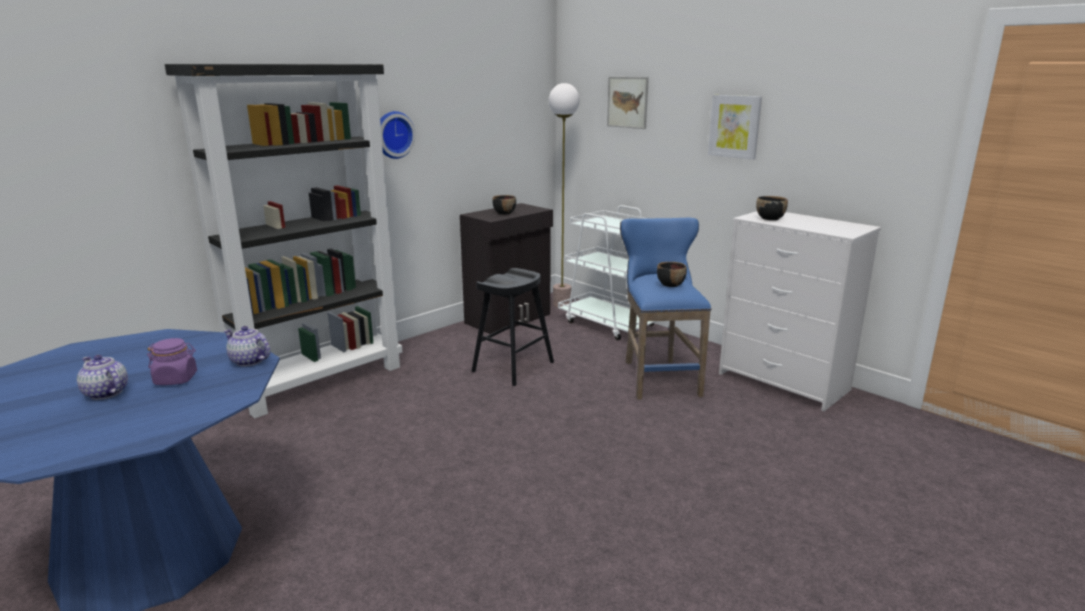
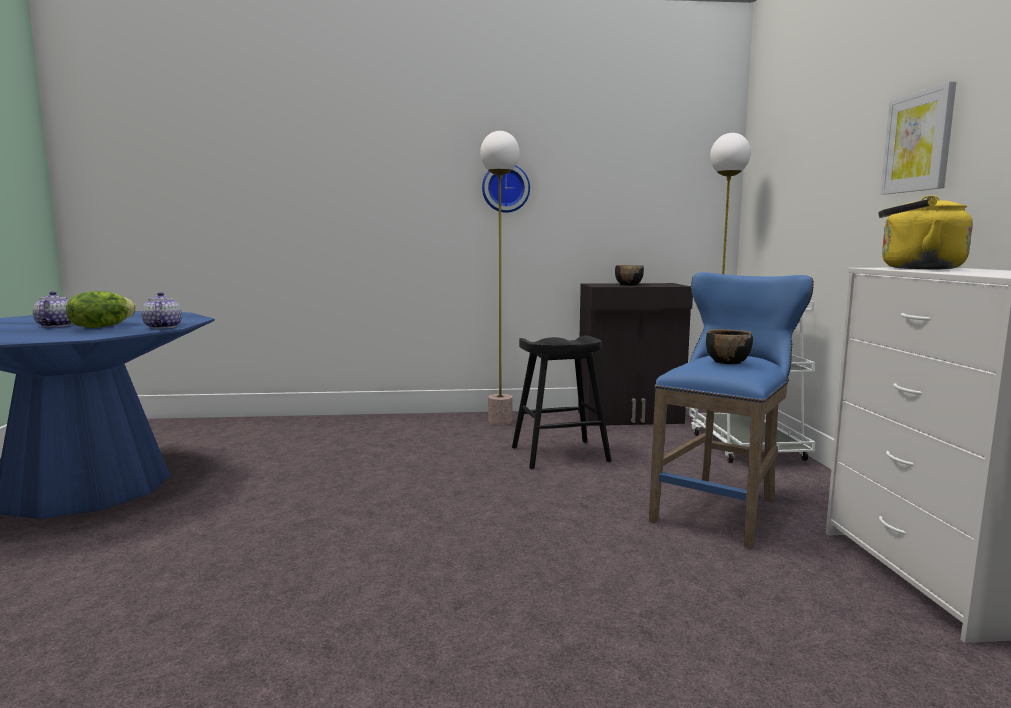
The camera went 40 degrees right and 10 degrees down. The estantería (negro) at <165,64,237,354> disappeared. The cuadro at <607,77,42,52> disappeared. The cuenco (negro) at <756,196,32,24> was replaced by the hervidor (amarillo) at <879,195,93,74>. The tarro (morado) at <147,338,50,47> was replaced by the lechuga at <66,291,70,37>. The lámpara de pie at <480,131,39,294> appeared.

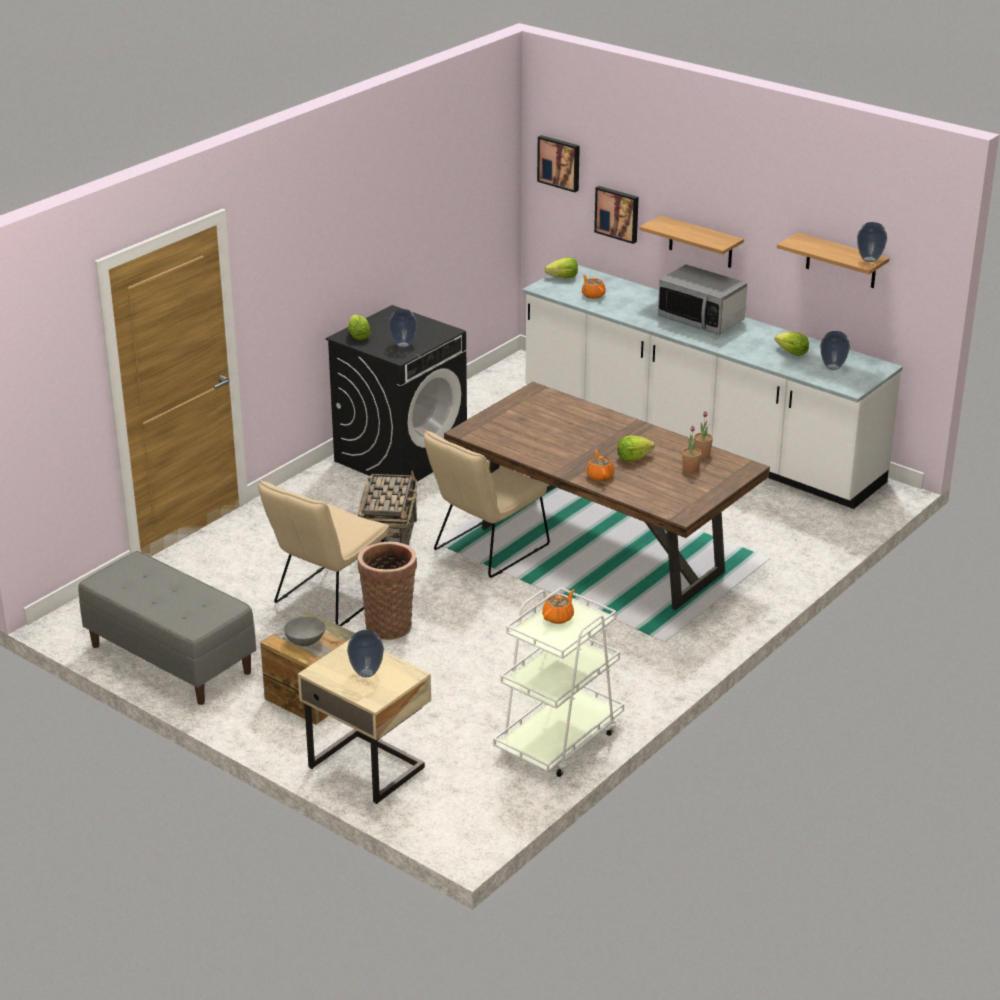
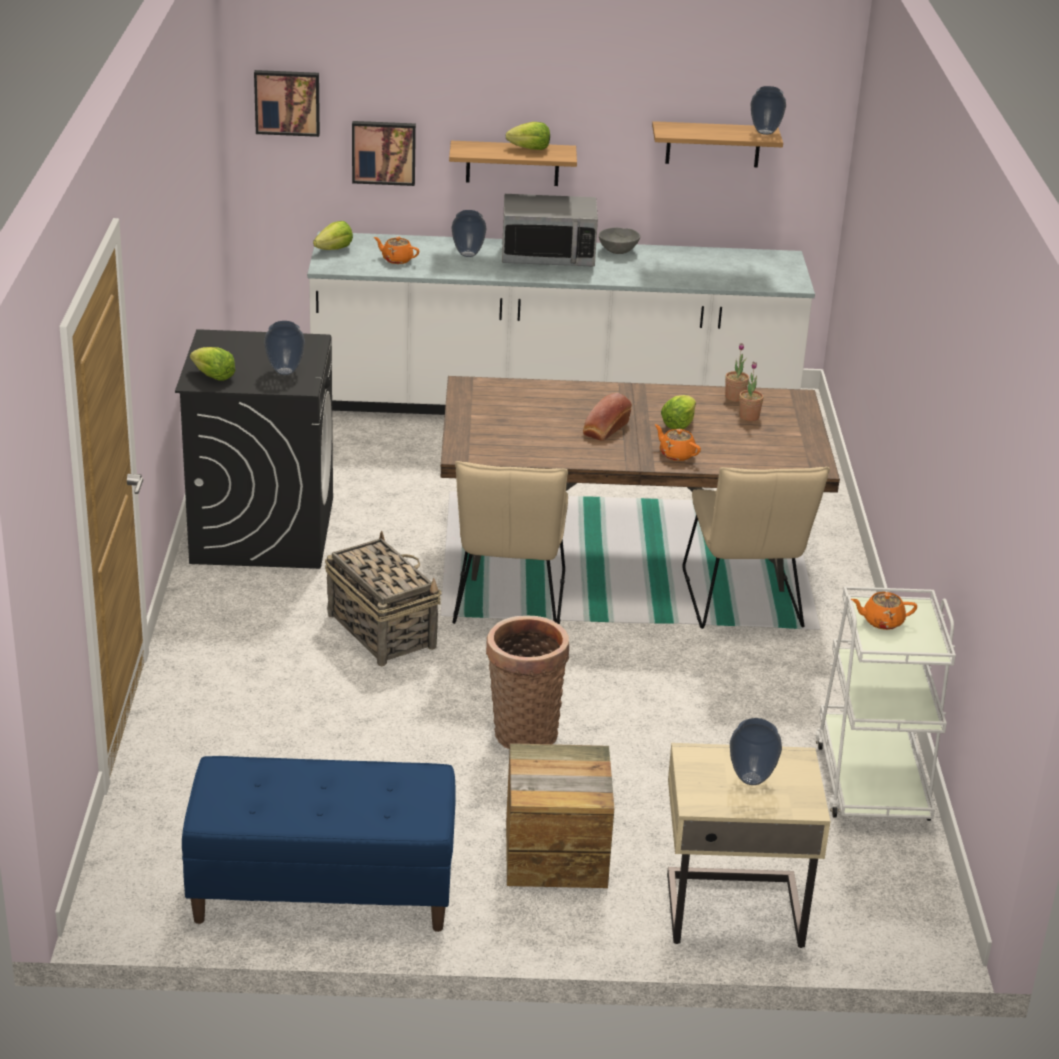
The camera went 40 degrees left and 0 degrees up. The florero moved from <820,331,30,39> to <451,210,36,47>. The lechuga moved from <775,332,34,24> to <505,122,45,28>. The silla (beis) moved from <259,480,130,146> to <682,467,148,162>. The banco (gris) at <78,551,178,154> became the banco (azul) at <182,756,274,176>. The tetera (naranja) at <542,589,32,35> turned 90 degrees counterclockwise. The cuenco (gris) moved from <284,616,42,30> to <599,227,41,27>. The pan at <583,393,49,48> appeared.

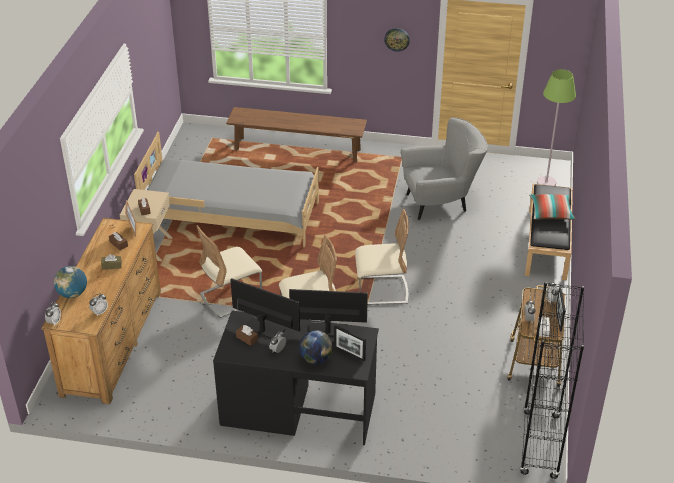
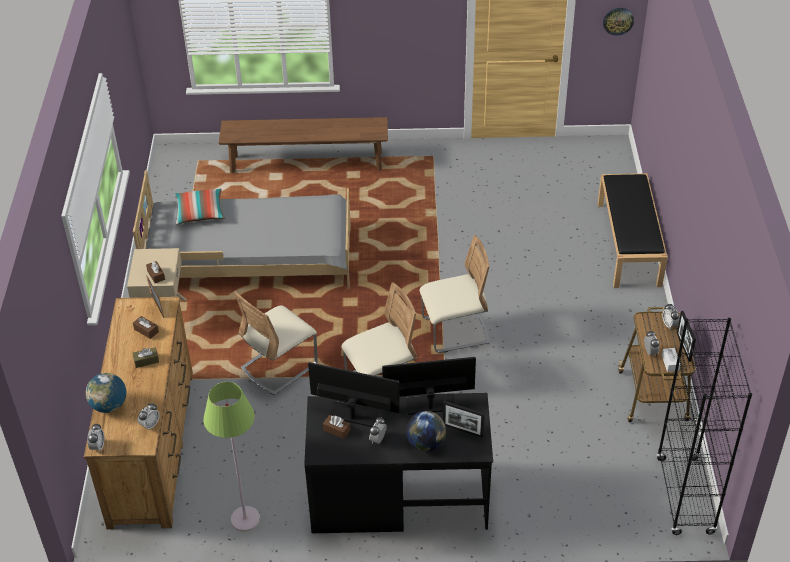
The camera went 10 degrees left and 5 degrees up. The reloj de pared moved from <384,28,26,24> to <603,8,31,27>. The lámpara de pie (verde) moved from <537,69,39,117> to <203,382,57,150>. The sillón (gris) at <401,117,87,103> disappeared. The cojín moved from <529,194,47,26> to <174,189,51,36>.

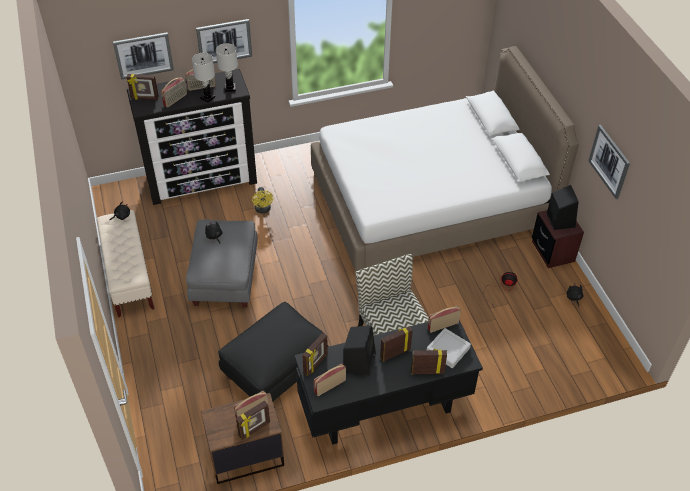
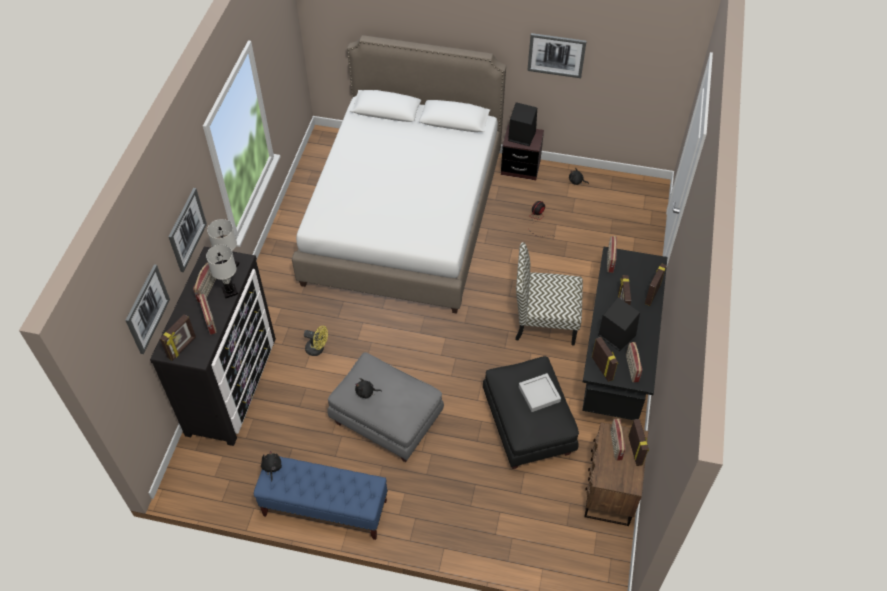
The camera went 60 degrees left and 5 degrees up. The banco (beis) at <96,210,58,107> became the banco (azul) at <254,456,134,84>. The bandeja (gris) moved from <427,328,44,40> to <519,373,42,39>.

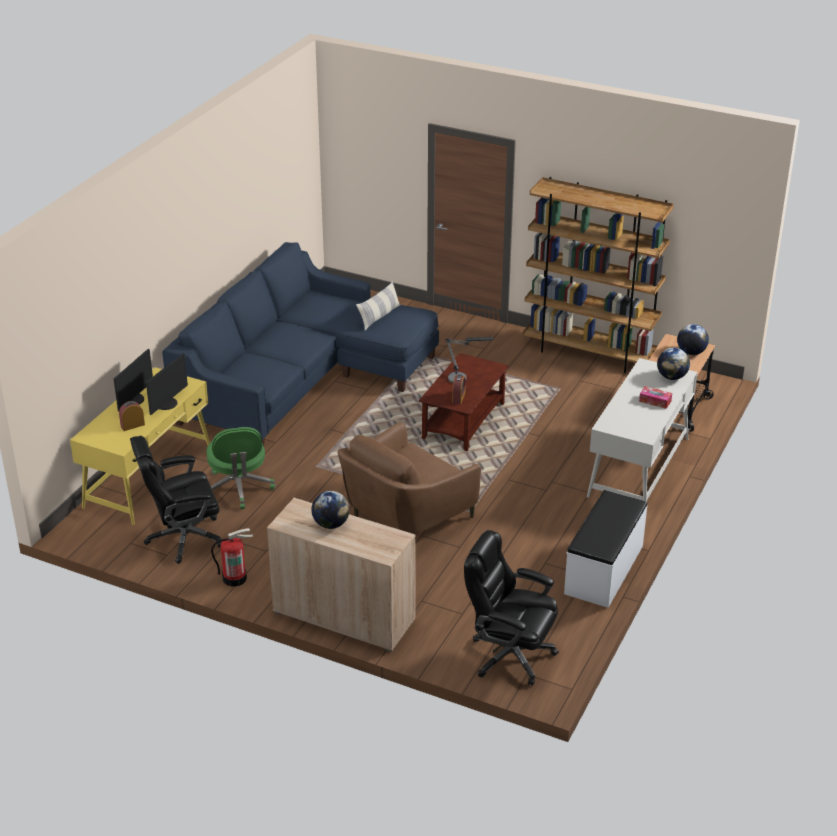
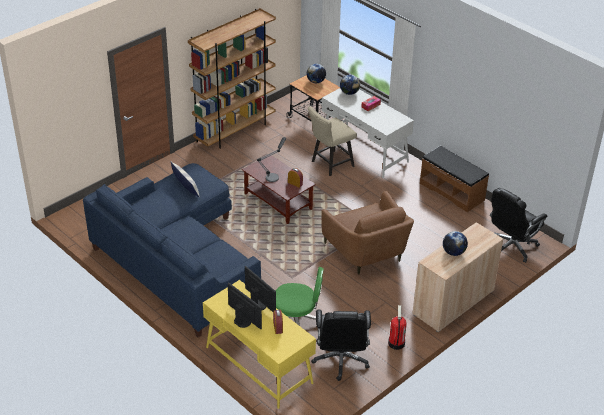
The camera went 70 degrees left and 5 degrees up. The banco (blanco) at <564,490,84,118> became the banco (marrón) at <420,146,69,66>. The silla (beis) at <308,106,49,70> appeared.

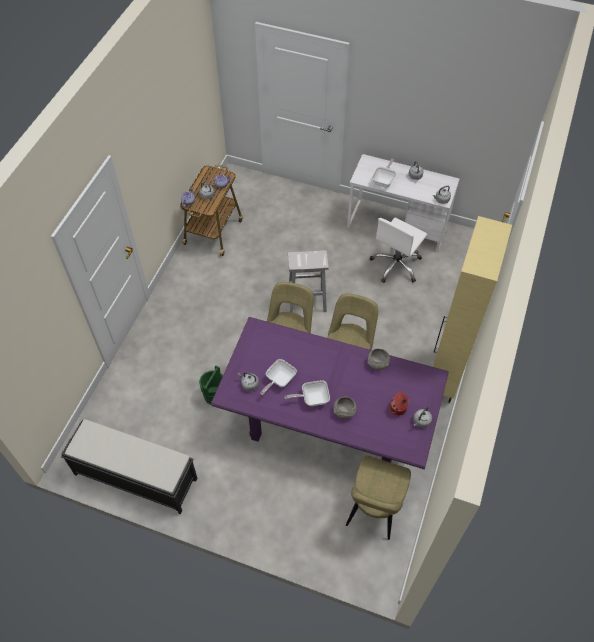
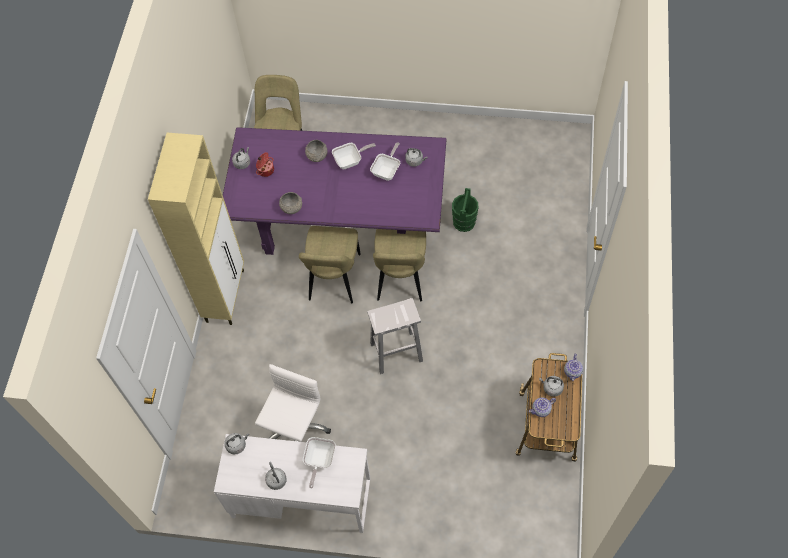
The camera went 170 degrees right and 5 degrees up. The banco (negro) at <61,419,136,95> disappeared.

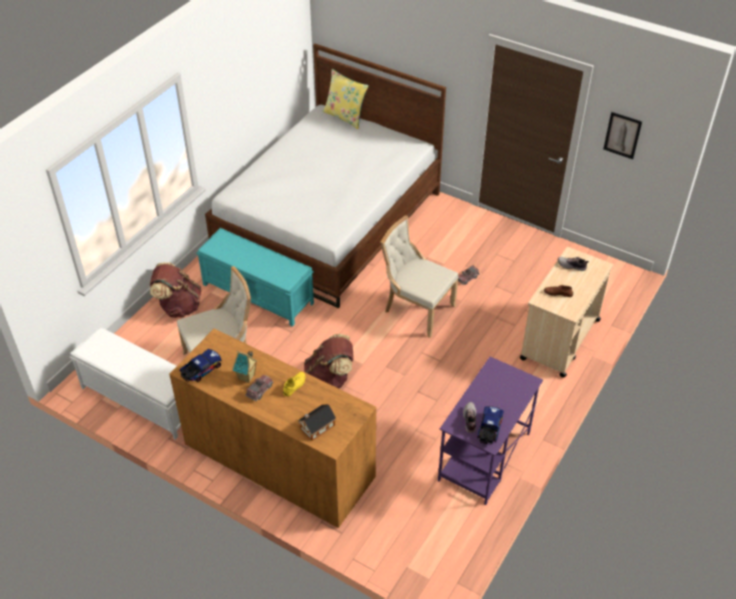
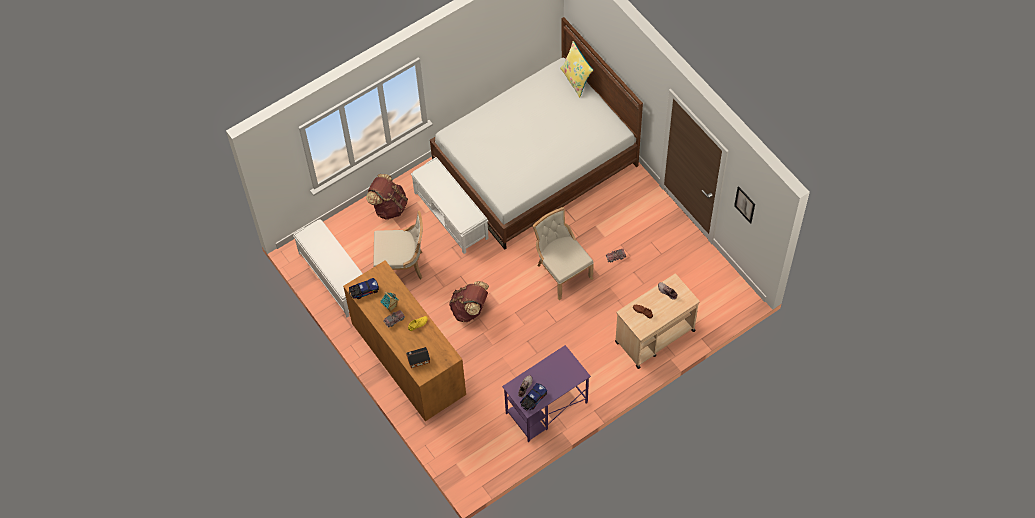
The camera went 25 degrees right and 15 degrees up. The banco (turquesa) at <196,228,118,99> became the banco (blanco) at <411,157,78,97>.

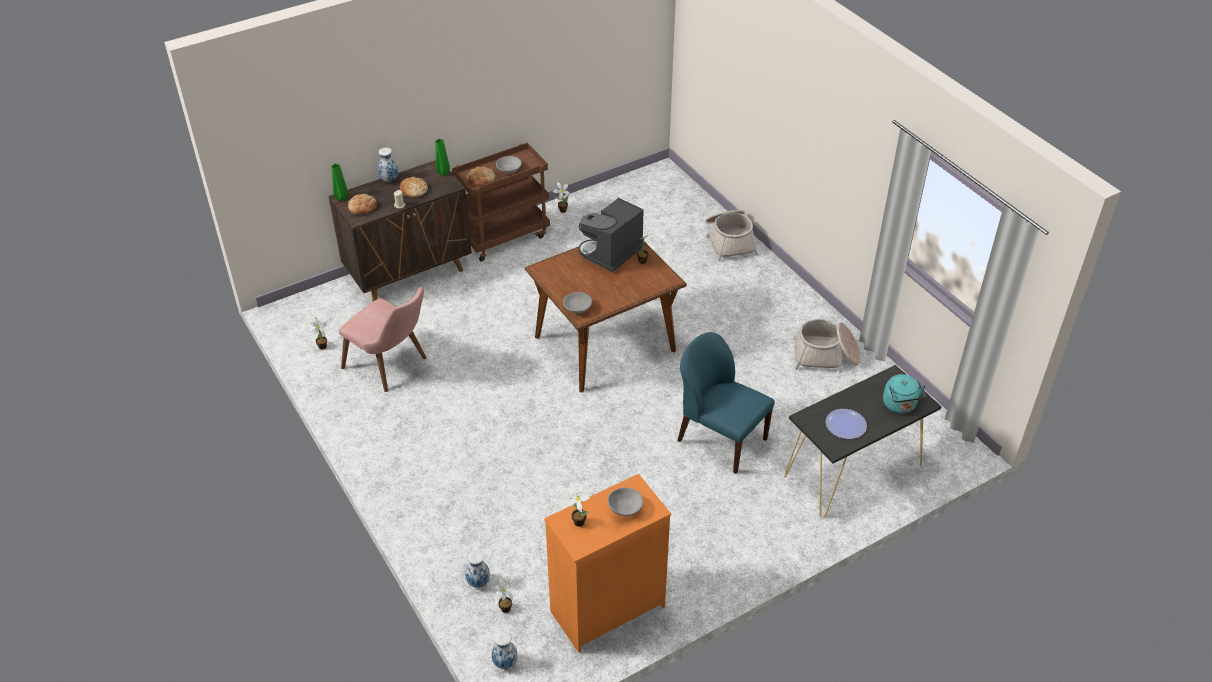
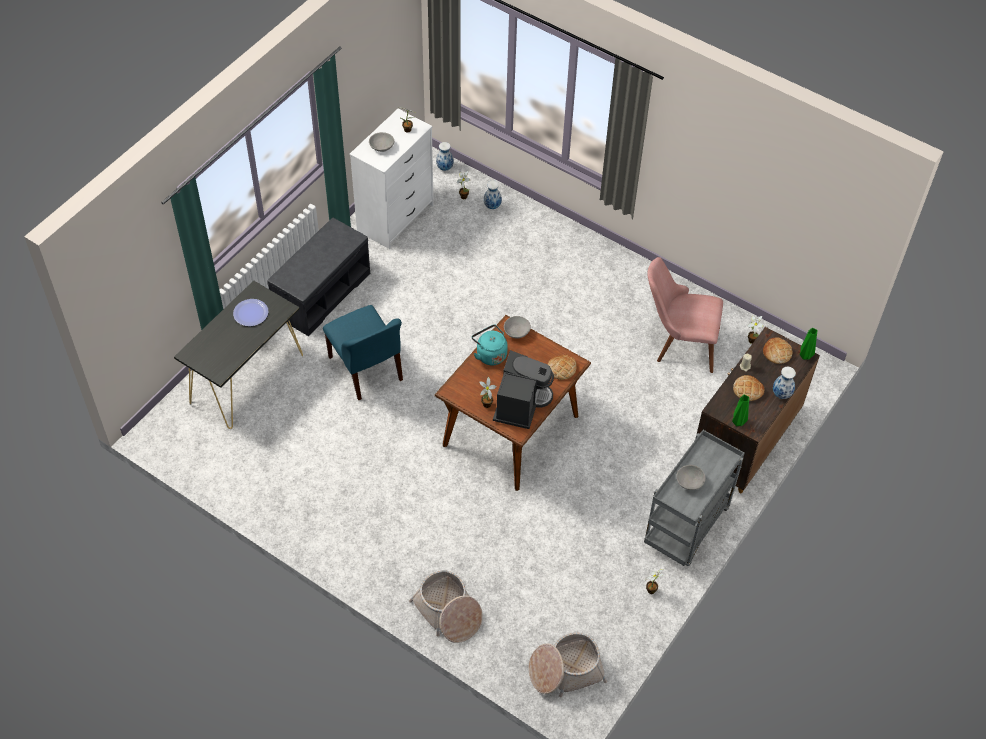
The camera went 155 degrees right and 10 degrees up. The carrito (marrón) at <452,143,98,119> became the carrito (gris) at <644,430,100,136>. The pan moved from <467,166,28,20> to <548,355,29,25>. The cesta moved from <793,319,67,53> to <529,633,78,65>. The silla (azul) at <677,332,98,142> turned 45 degrees clockwise. The hervidor (turquesa) moved from <883,374,43,40> to <472,324,36,41>. The cómoda (naranja) at <544,474,127,179> became the cómoda (blanco) at <350,109,84,140>. The banco (gris) at <267,218,103,118> appeared.

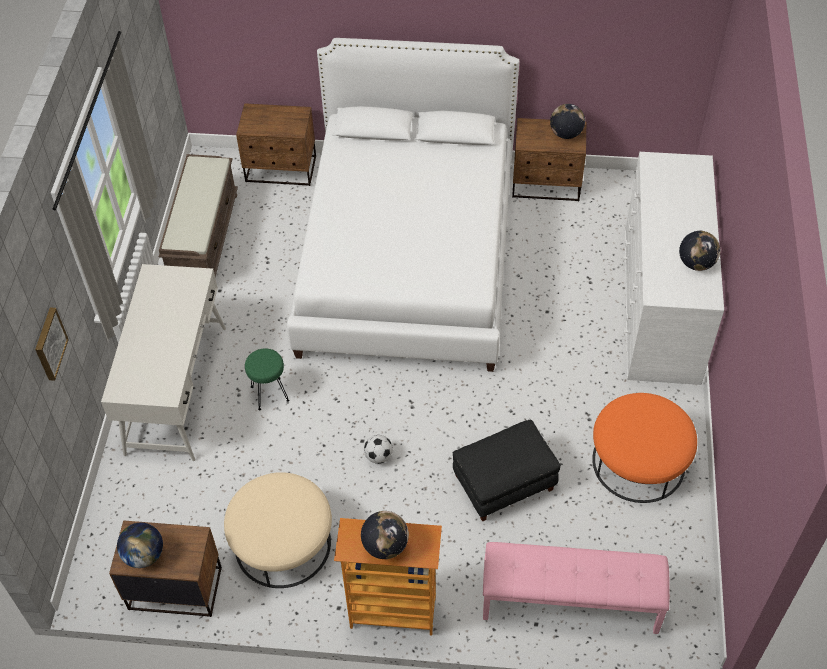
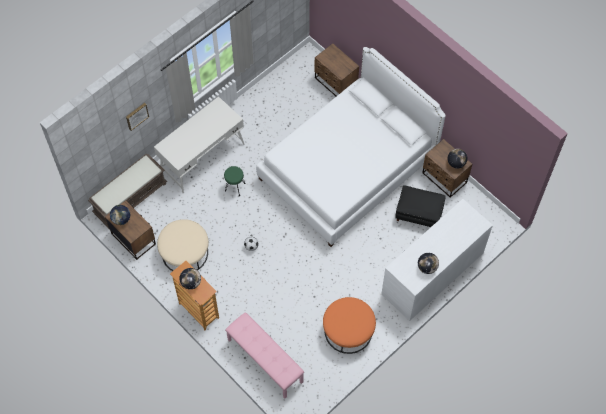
The camera went 40 degrees right and 10 degrees up. The banco (marrón) moved from <159,154,79,123> to <88,154,79,75>. The puf (negro) moved from <453,420,108,101> to <395,185,51,42>.

